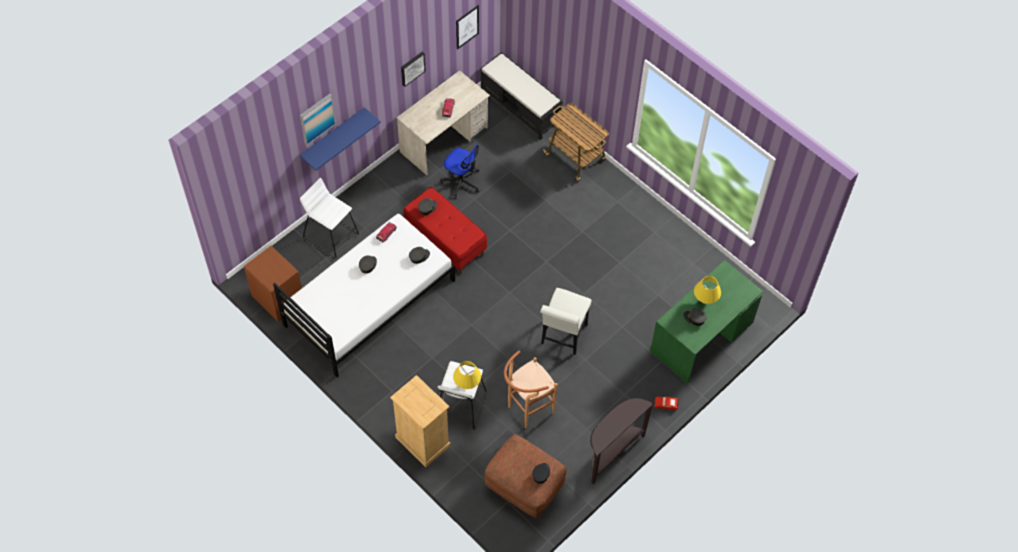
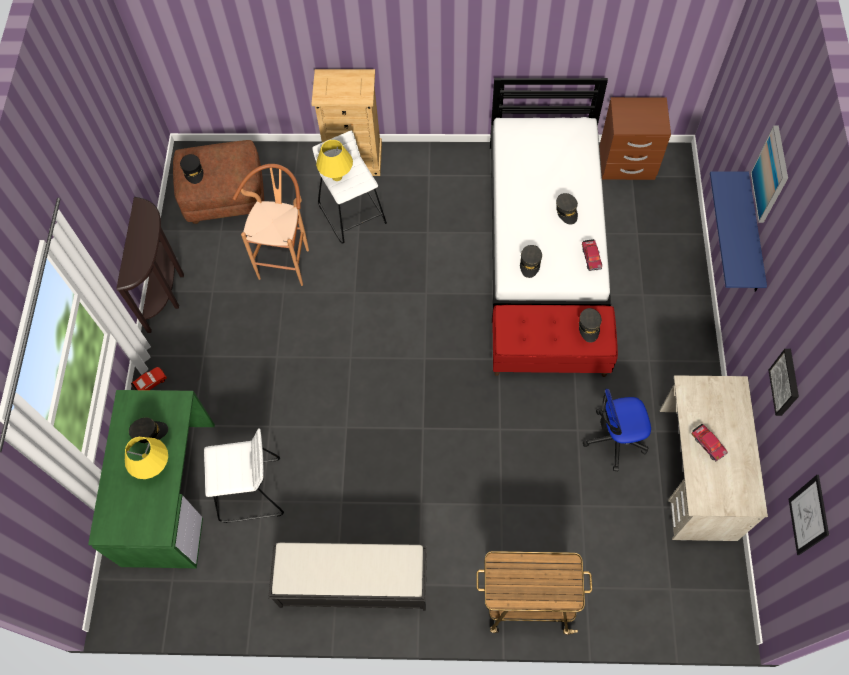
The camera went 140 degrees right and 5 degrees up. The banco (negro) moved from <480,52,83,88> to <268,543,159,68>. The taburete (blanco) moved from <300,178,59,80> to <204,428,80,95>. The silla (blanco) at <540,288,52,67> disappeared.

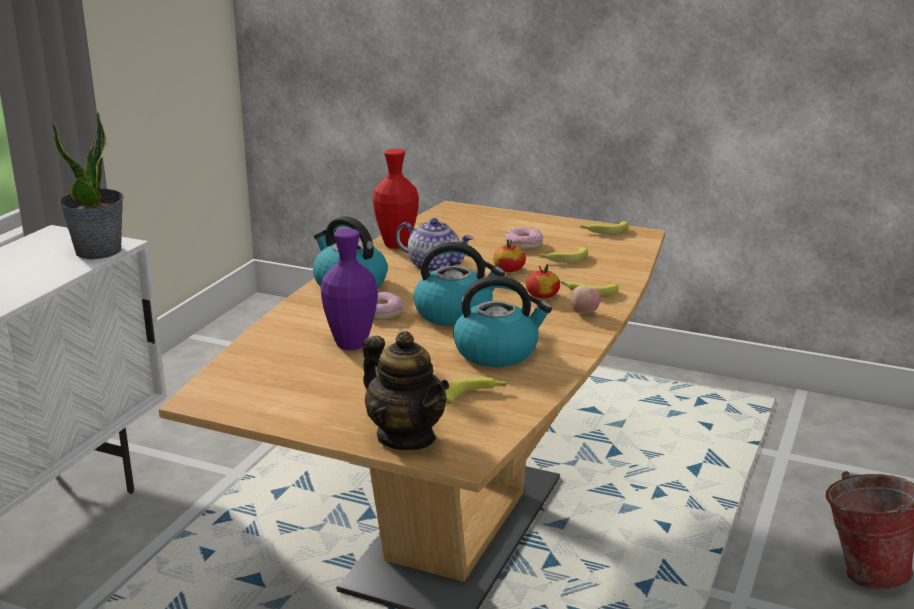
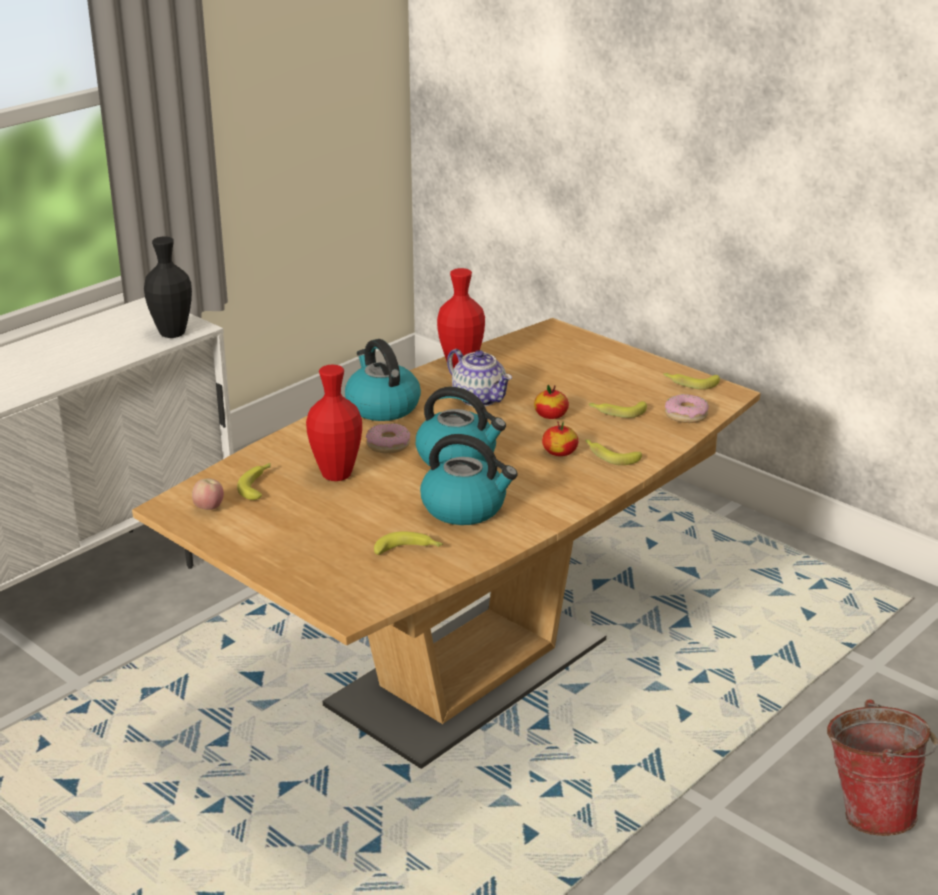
The camera went 20 degrees right and 5 degrees up. The planta en maceta at <52,112,72,147> was replaced by the florero (negro) at <144,237,48,101>. The florero (morado) at <321,228,57,122> became the florero (rojo) at <306,365,56,116>. The rosquilla moved from <505,228,38,22> to <665,394,44,29>. The manzana moved from <571,285,29,28> to <192,479,32,31>. The tetera at <363,331,86,119> disappeared. The plátano at <237,463,34,37> appeared.

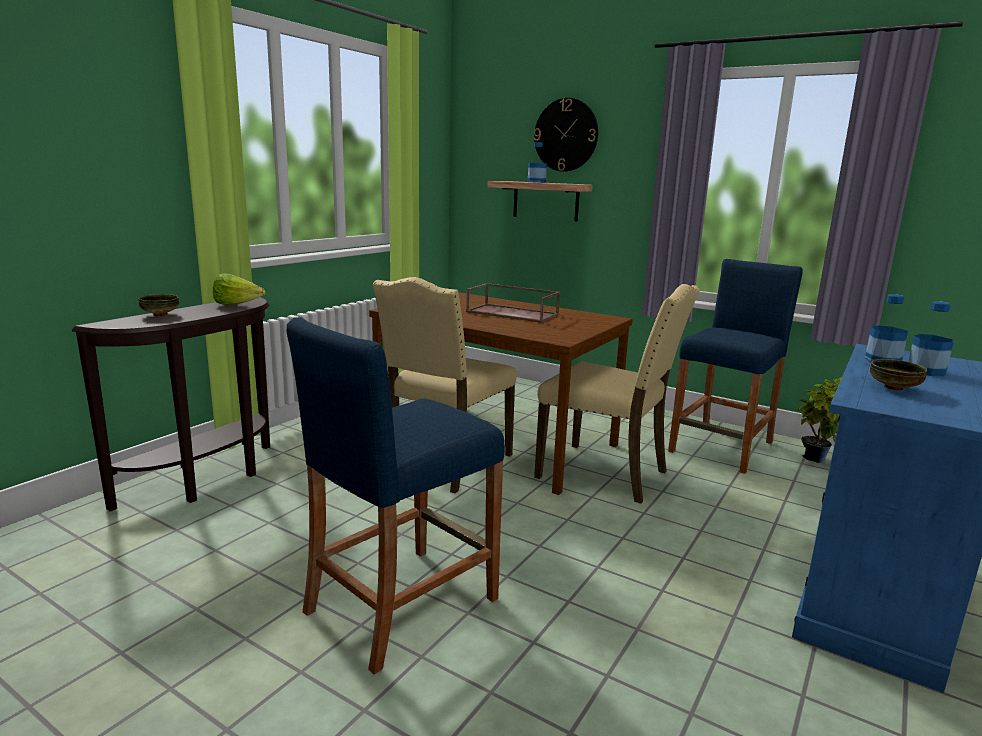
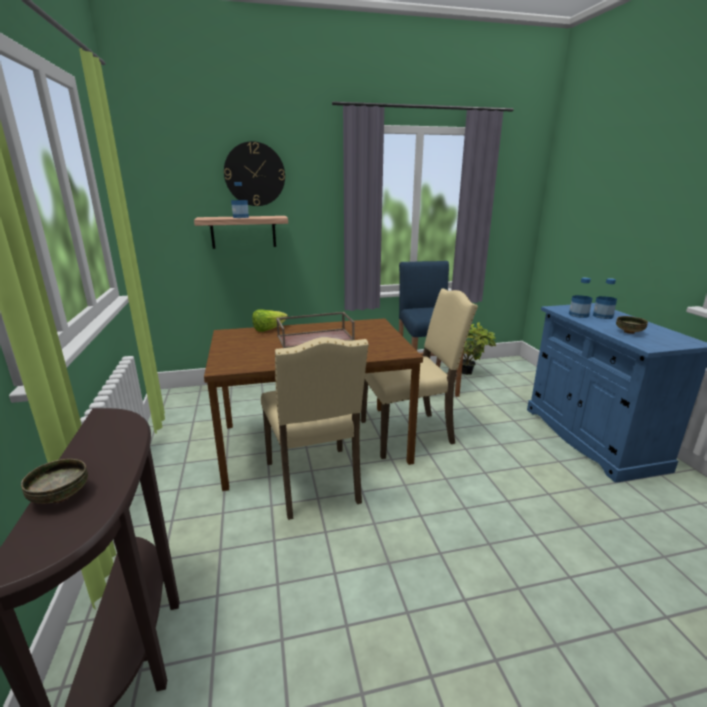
The camera went 45 degrees left and 5 degrees up. The lechuga moved from <213,273,53,32> to <252,309,36,23>. The taburete (azul) at <287,317,218,357> disappeared.

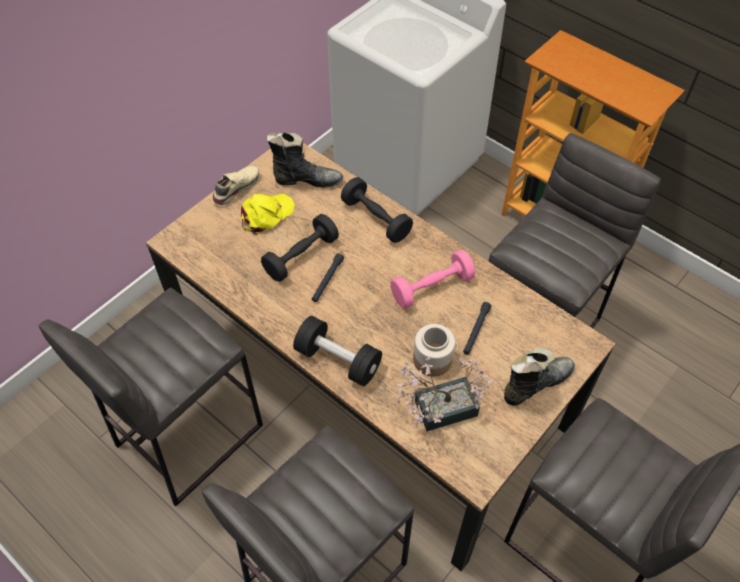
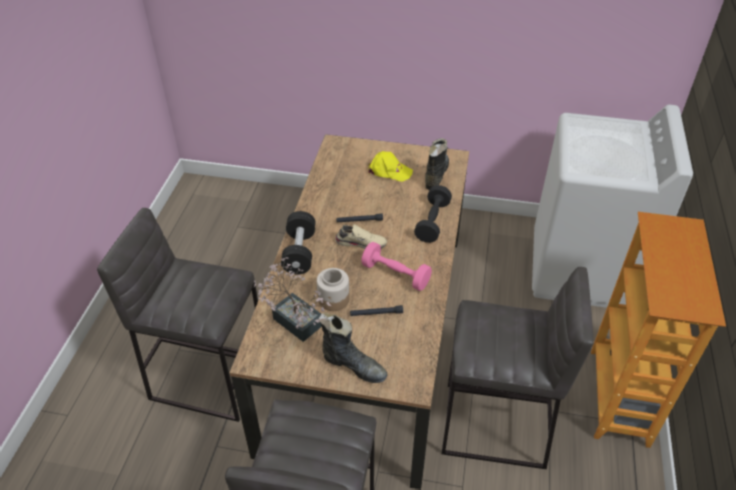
The camera went 60 degrees right and 10 degrees down. The bota (negro) at <267,132,76,56> turned 135 degrees counterclockwise. The zapato (beis) moved from <212,166,47,40> to <335,224,52,25>. The mancuerna (negro) at <261,214,78,68> disappeared. The taburete (gris) at <39,288,224,218> disappeared.

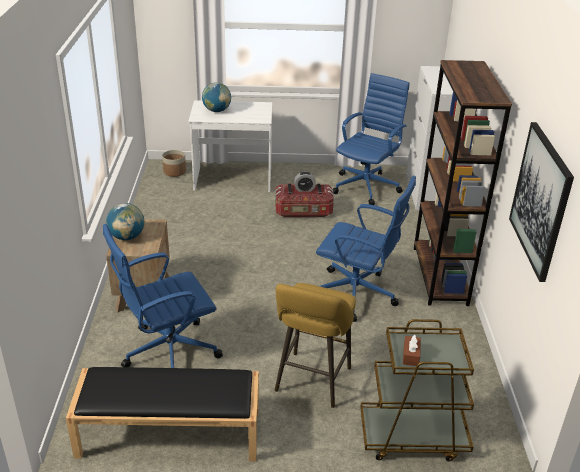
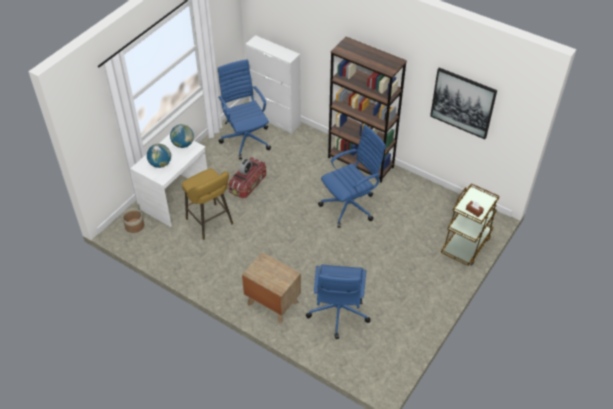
The camera went 55 degrees left and 15 degrees up. The globo terráqueo moved from <106,203,38,37> to <170,124,24,24>. The taburete (amarillo) moved from <275,283,81,125> to <182,168,51,72>. The banco (negro) at <66,367,193,94> disappeared.

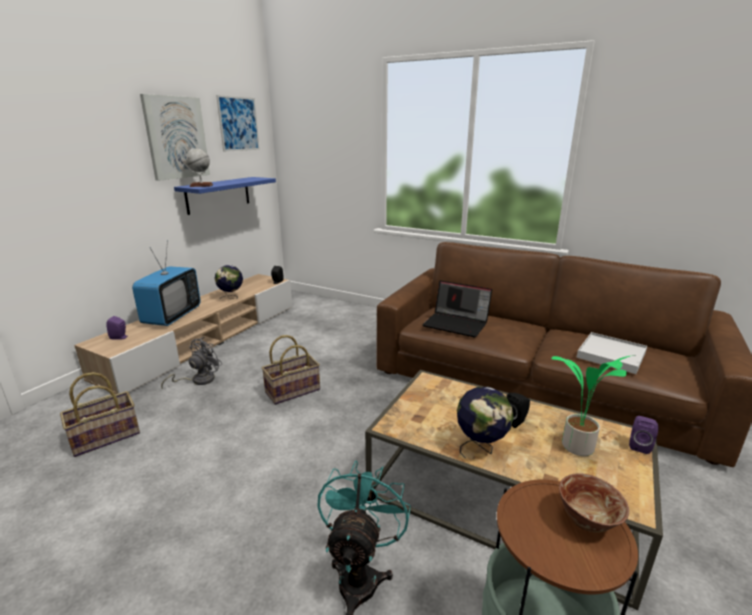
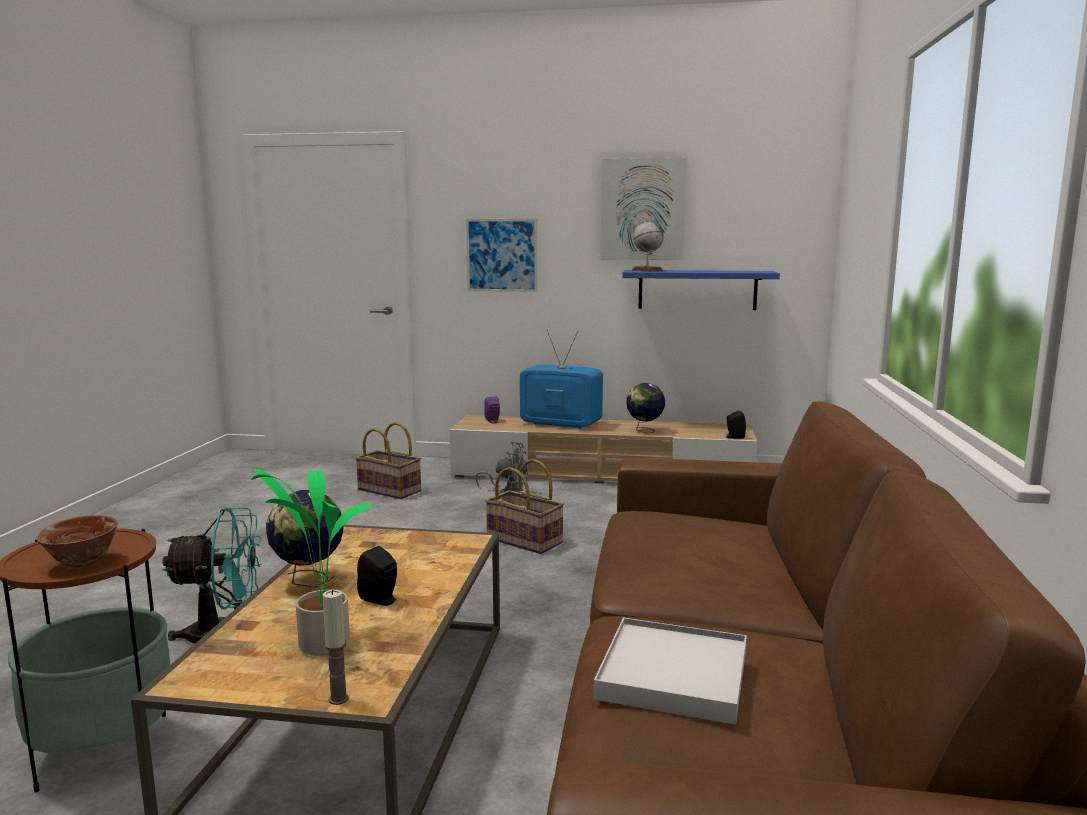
The camera went 70 degrees right and 10 degrees down. The cuadro moved from <216,95,44,57> to <466,219,71,73>. The televisor at <132,240,69,86> turned 150 degrees counterclockwise. The portátil at <422,280,70,58> disappeared. The altavoz (morado) at <629,416,30,38> was replaced by the vela at <323,590,26,115>.

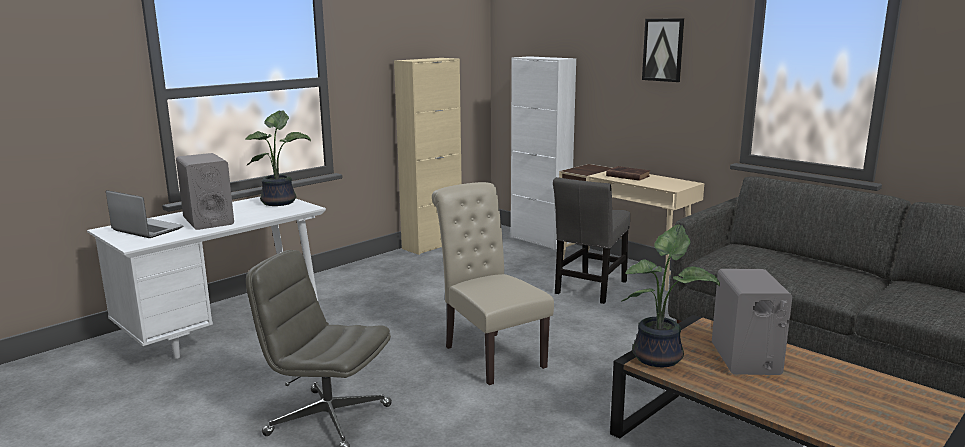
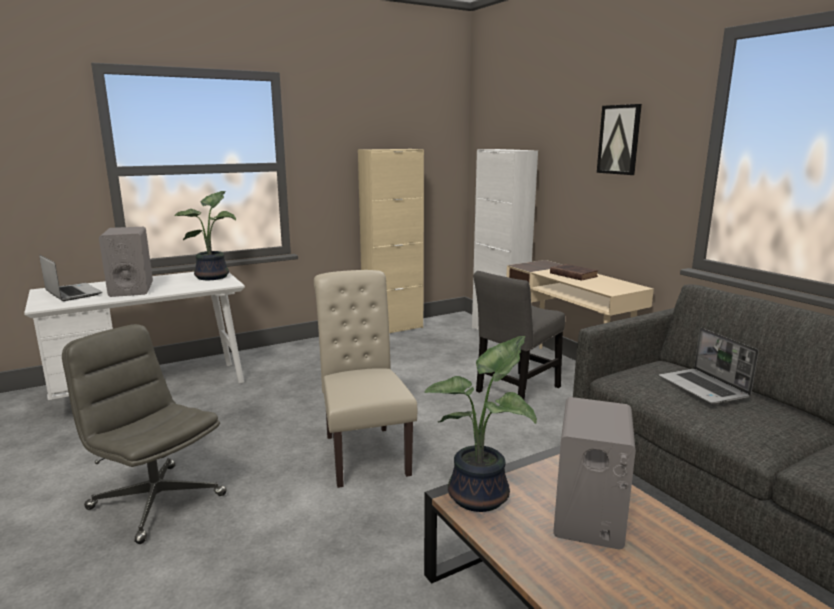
The camera went 15 degrees right and 0 degrees up. The portátil at <659,328,100,76> appeared.

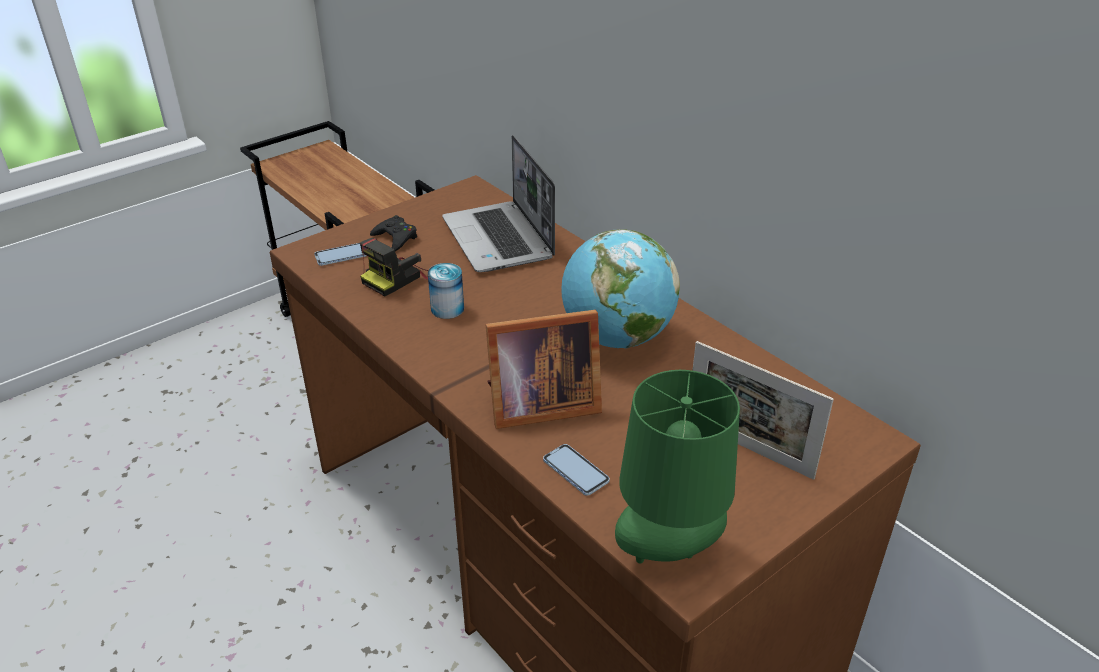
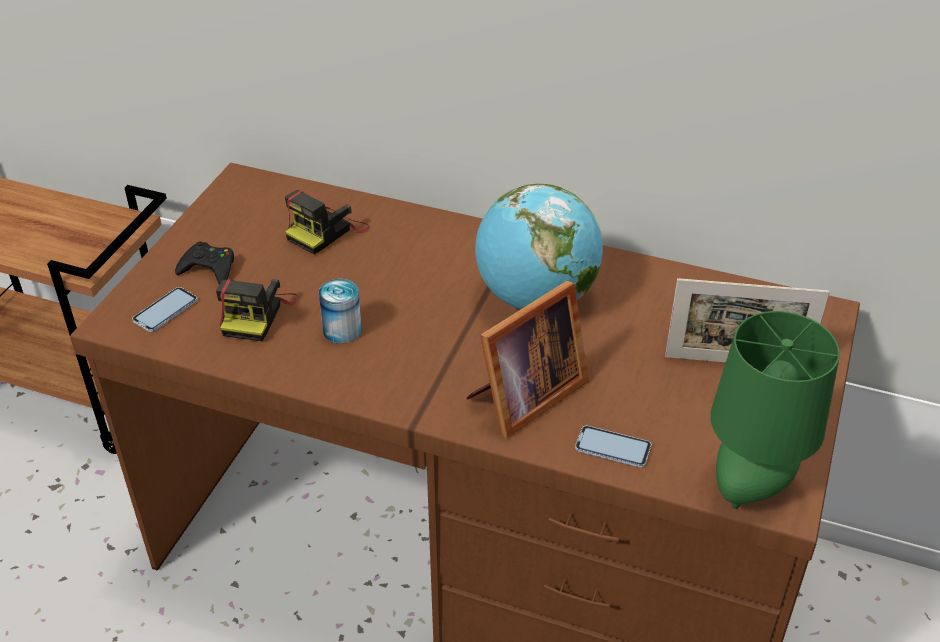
The camera went 30 degrees left and 5 degrees up. The portátil at <442,135,113,137> was replaced by the cámara at <285,190,85,65>.

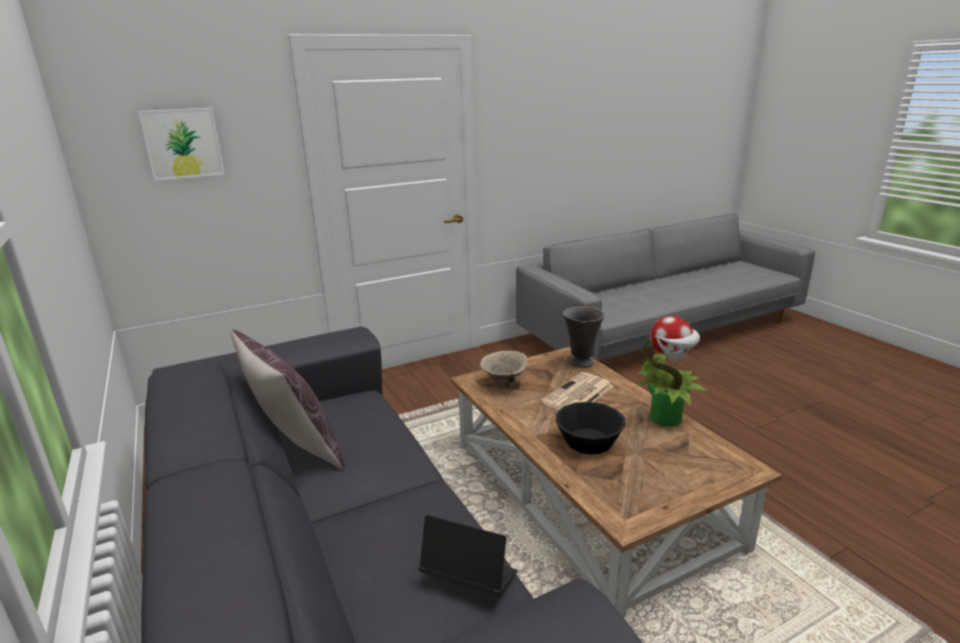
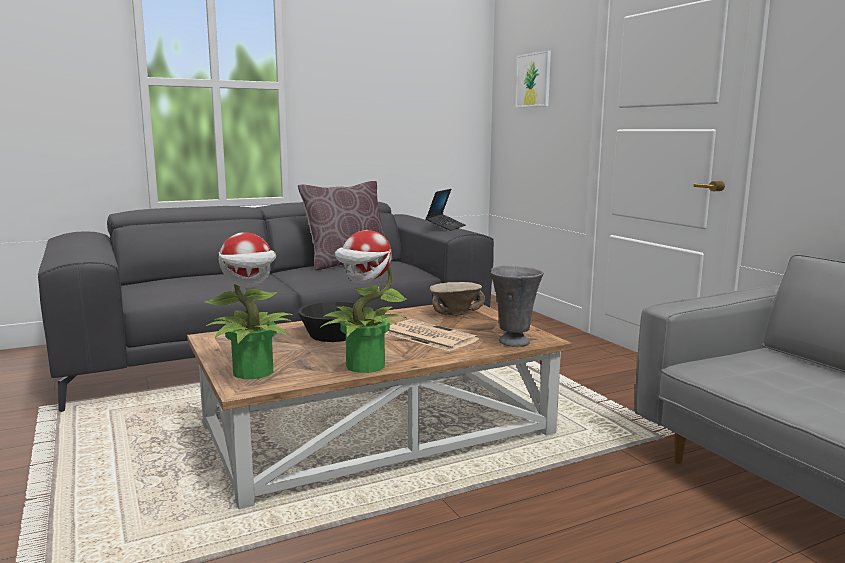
The camera went 90 degrees right and 10 degrees down. The portátil moved from <419,515,99,81> to <426,189,40,42>. The planta en maceta at <205,232,87,147> appeared.

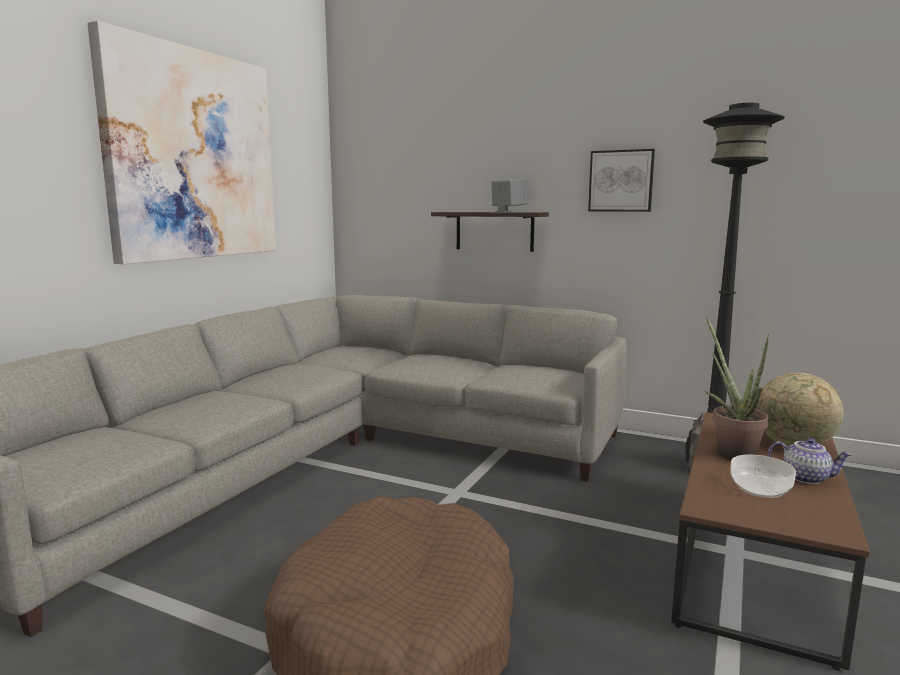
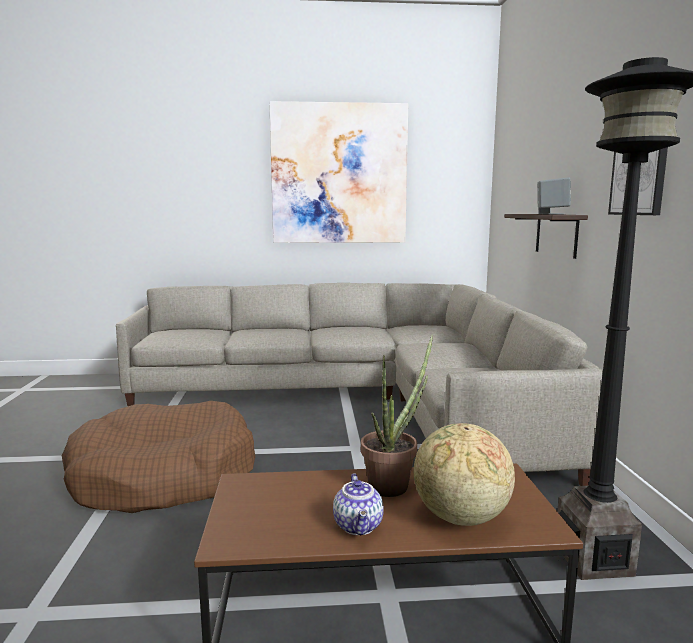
The camera went 60 degrees right and 0 degrees up. The cuenco at <730,454,66,44> disappeared.

